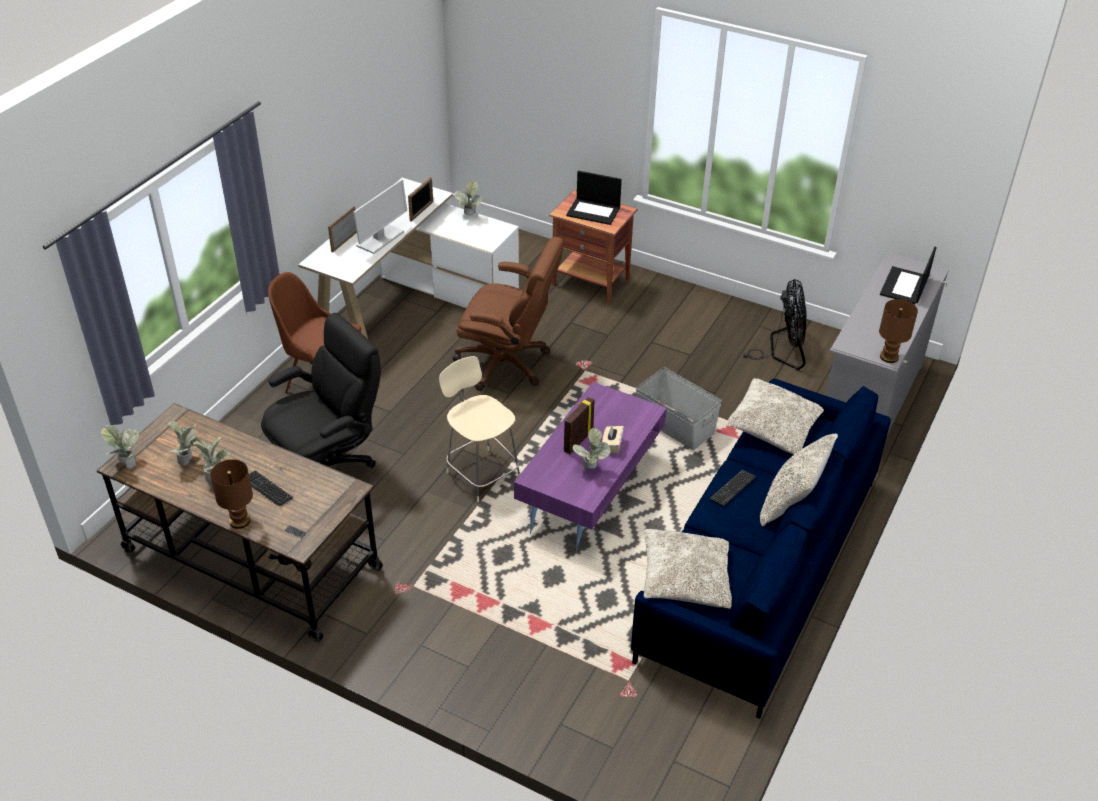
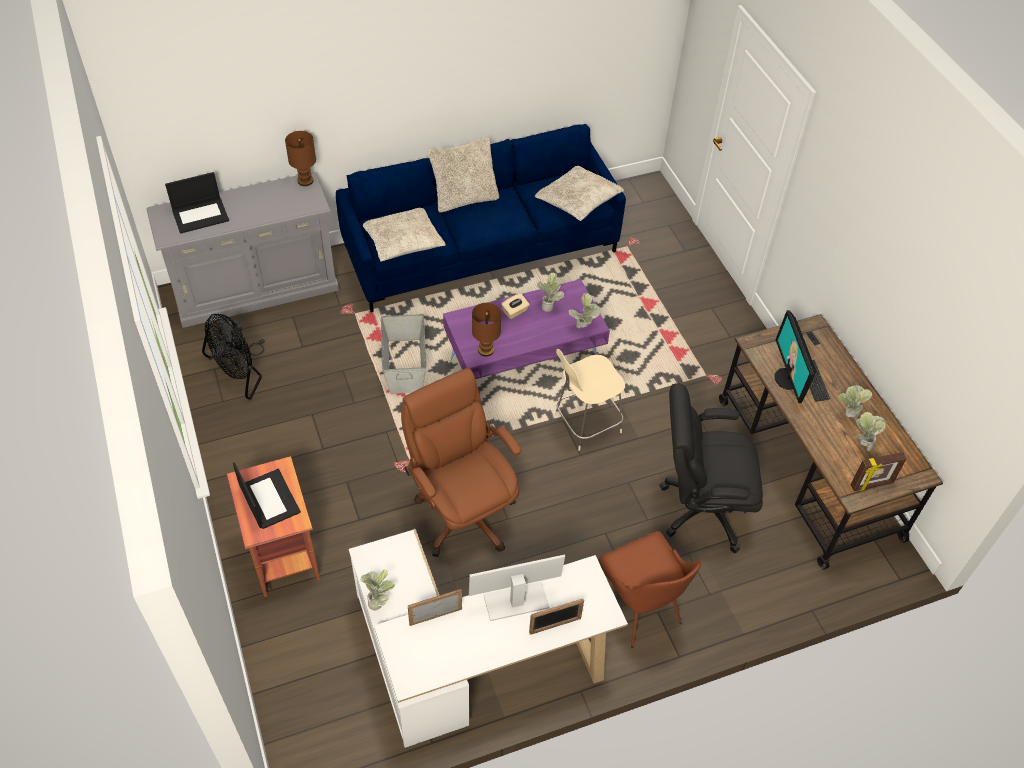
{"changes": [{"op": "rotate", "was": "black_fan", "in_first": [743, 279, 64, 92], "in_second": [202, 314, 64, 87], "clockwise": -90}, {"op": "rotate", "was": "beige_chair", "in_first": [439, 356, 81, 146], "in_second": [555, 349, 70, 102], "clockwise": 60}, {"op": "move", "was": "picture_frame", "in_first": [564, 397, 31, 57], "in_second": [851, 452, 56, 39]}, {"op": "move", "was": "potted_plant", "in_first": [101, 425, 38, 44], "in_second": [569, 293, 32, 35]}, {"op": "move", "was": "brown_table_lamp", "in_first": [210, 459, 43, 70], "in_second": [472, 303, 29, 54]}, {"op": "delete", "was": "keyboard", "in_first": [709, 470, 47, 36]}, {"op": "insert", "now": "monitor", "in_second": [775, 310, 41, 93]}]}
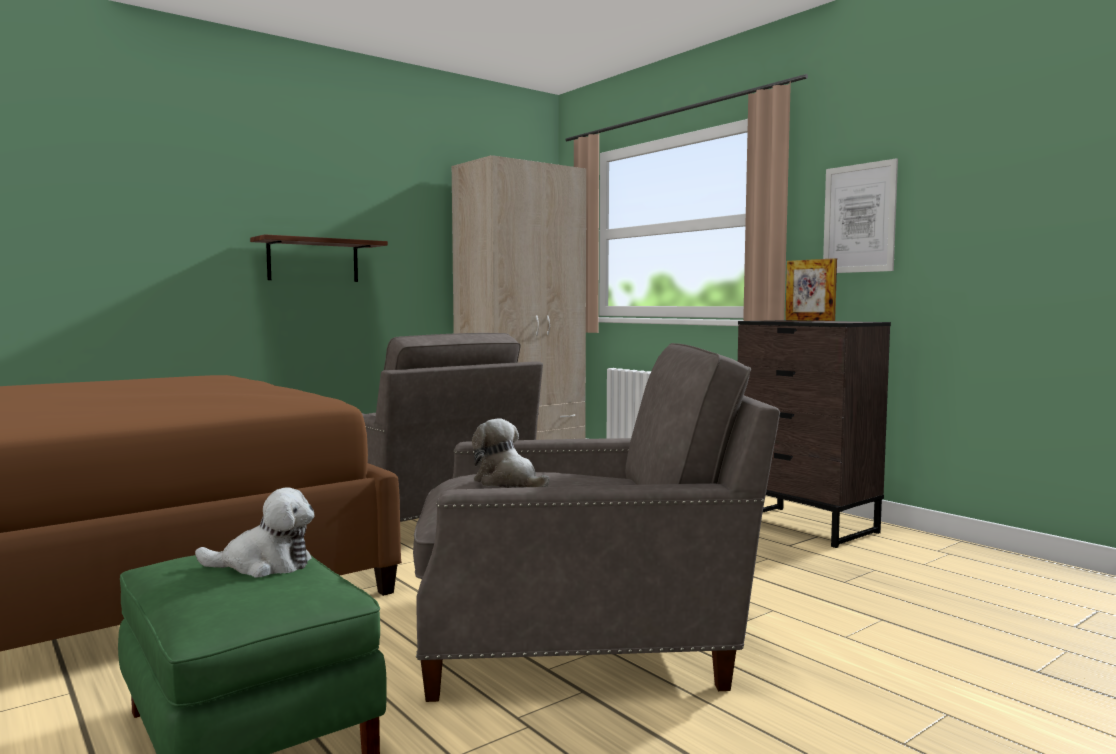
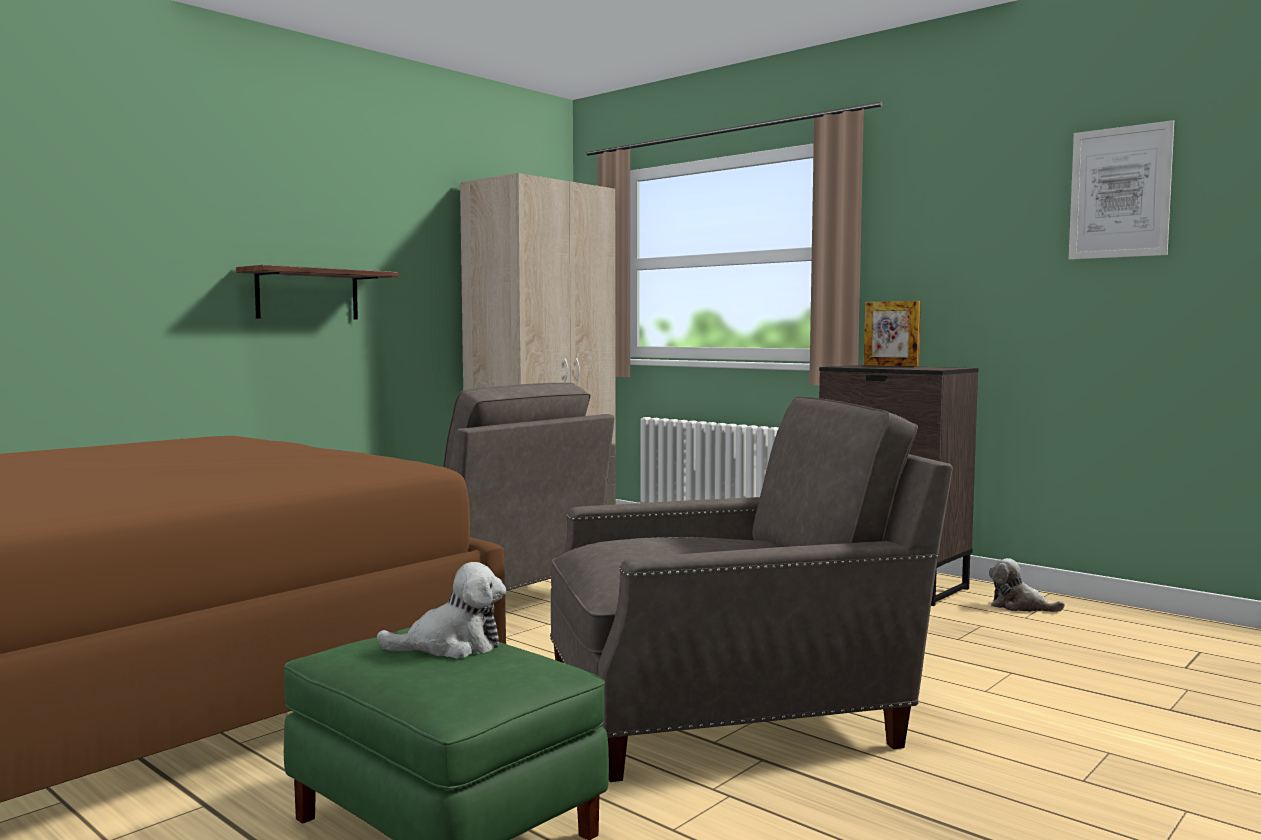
{"changes": [{"op": "move", "was": "picture", "in_first": [823, 158, 75, 115], "in_second": [1069, 120, 105, 140]}, {"op": "move", "was": "plush_toy", "in_first": [472, 418, 77, 70], "in_second": [989, 558, 76, 54]}]}
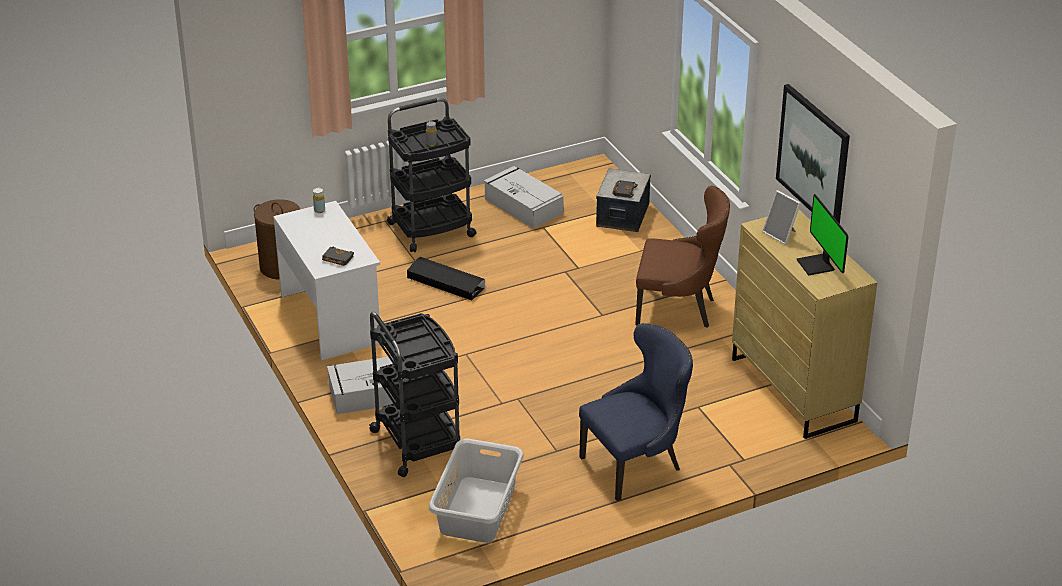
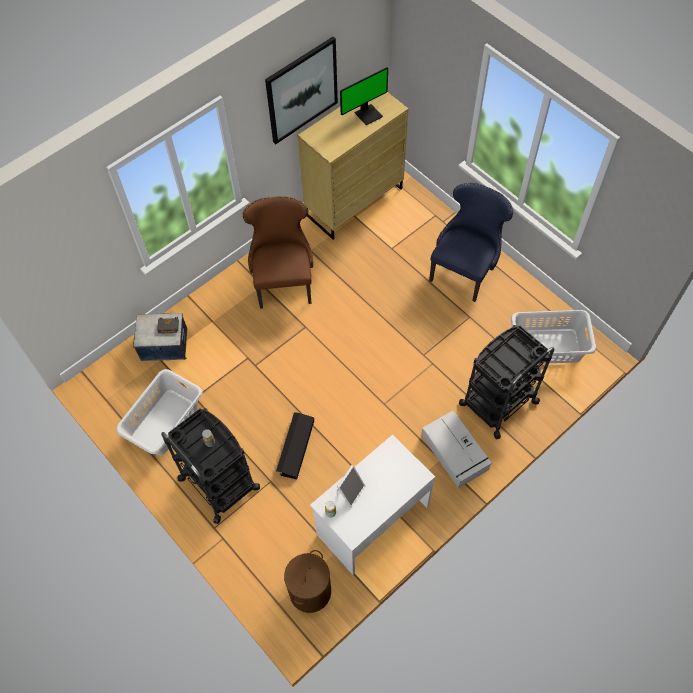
{"changes": [{"op": "replace", "was": "grey_storage_box", "now": "grey_laundry_basket", "in_first": [484, 166, 80, 63], "in_second": [116, 369, 87, 86]}, {"op": "move", "was": "picture_frame", "in_first": [762, 190, 39, 55], "in_second": [337, 465, 28, 42]}, {"op": "delete", "was": "black_book", "in_first": [322, 246, 32, 20]}, {"op": "rotate", "was": "blue_chair", "in_first": [579, 323, 114, 178], "in_second": [429, 183, 84, 119], "clockwise": 75}]}
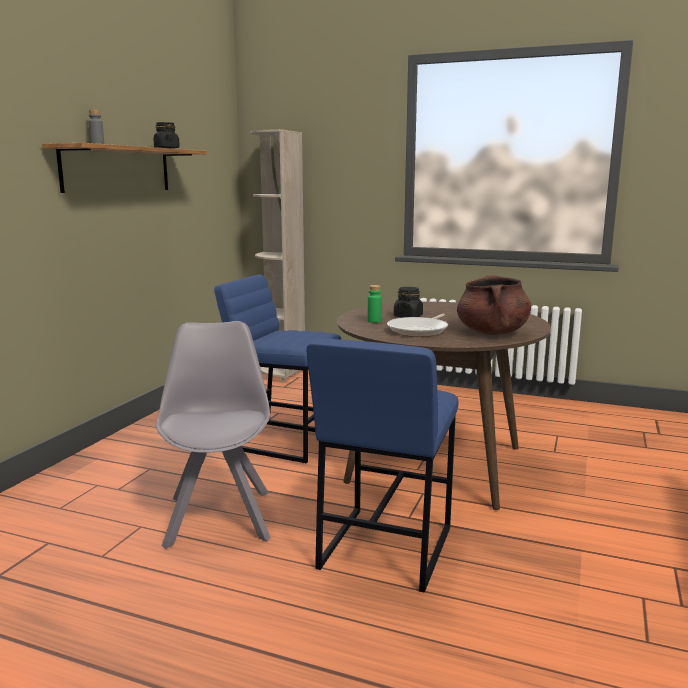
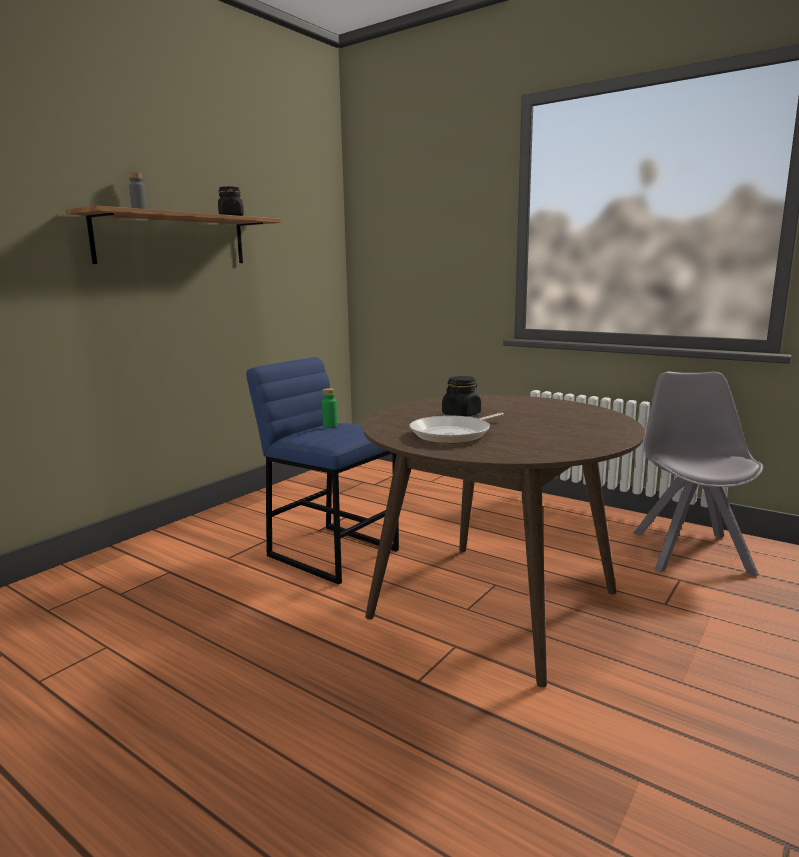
{"changes": [{"op": "delete", "was": "beige_bookcase", "in_first": [251, 129, 54, 253]}, {"op": "delete", "was": "brown_cooking_pot", "in_first": [457, 275, 74, 60]}, {"op": "move", "was": "green_bottle", "in_first": [368, 285, 14, 38], "in_second": [322, 388, 16, 40]}, {"op": "move", "was": "grey_chair", "in_first": [156, 321, 115, 228], "in_second": [633, 371, 130, 205]}, {"op": "delete", "was": "blue_stool", "in_first": [307, 338, 152, 255]}]}
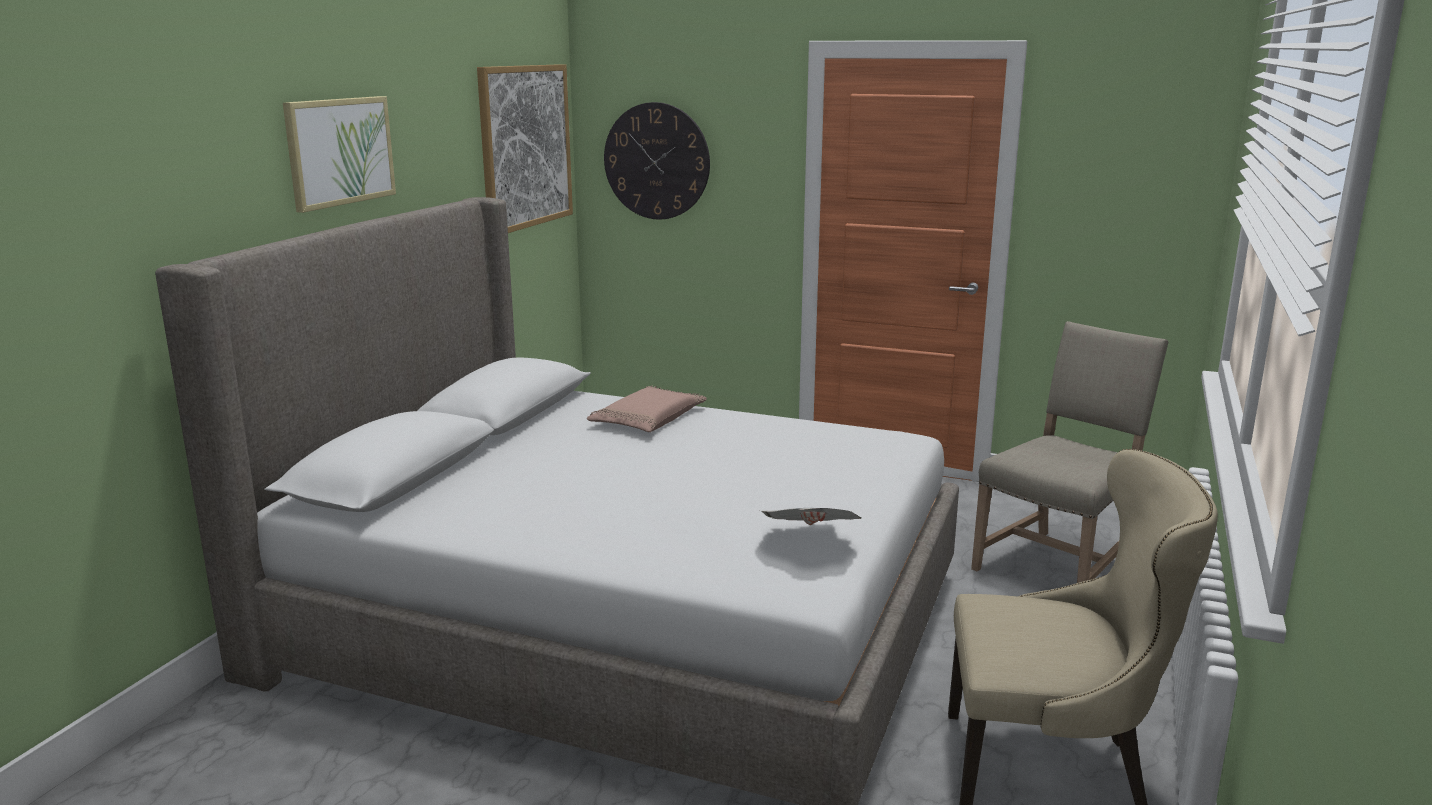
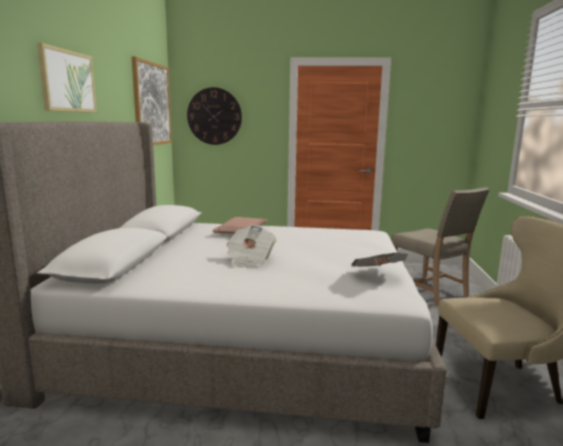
{"changes": [{"op": "rotate", "was": "beige_chair", "in_first": [971, 321, 198, 262], "in_second": [391, 187, 99, 119], "clockwise": 120}, {"op": "insert", "now": "newspaper", "in_second": [226, 225, 50, 43]}]}
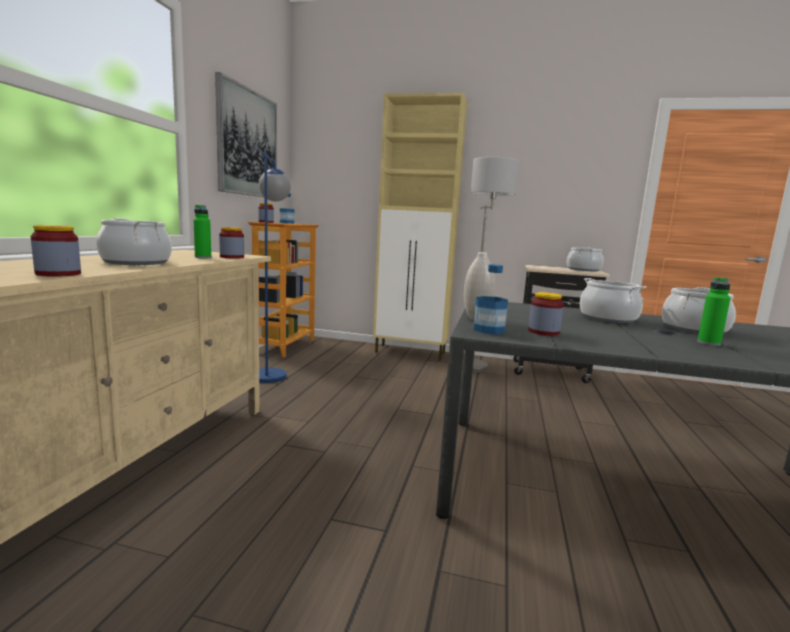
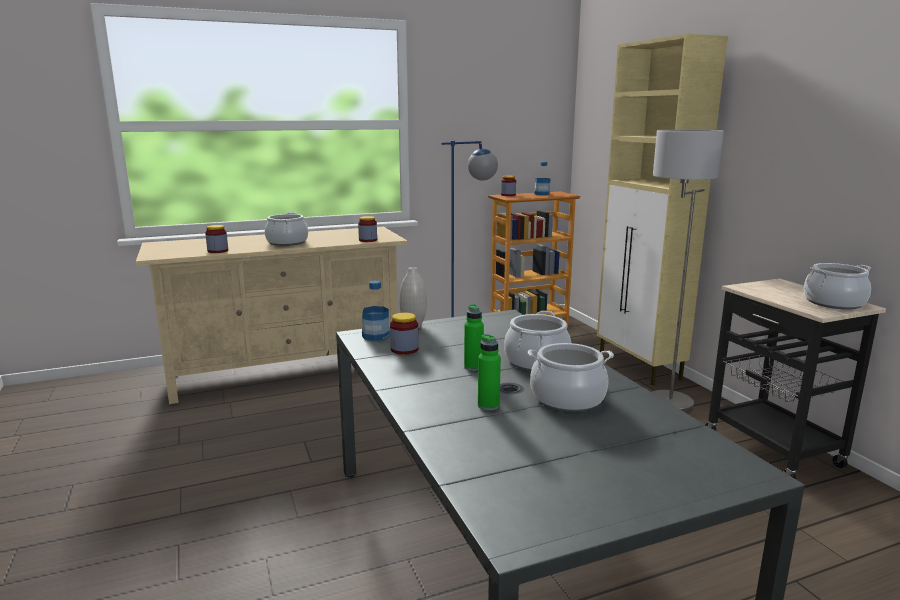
{"changes": [{"op": "delete", "was": "picture", "in_first": [215, 72, 62, 125]}, {"op": "move", "was": "green_bottle", "in_first": [194, 205, 17, 53], "in_second": [464, 304, 20, 67]}]}
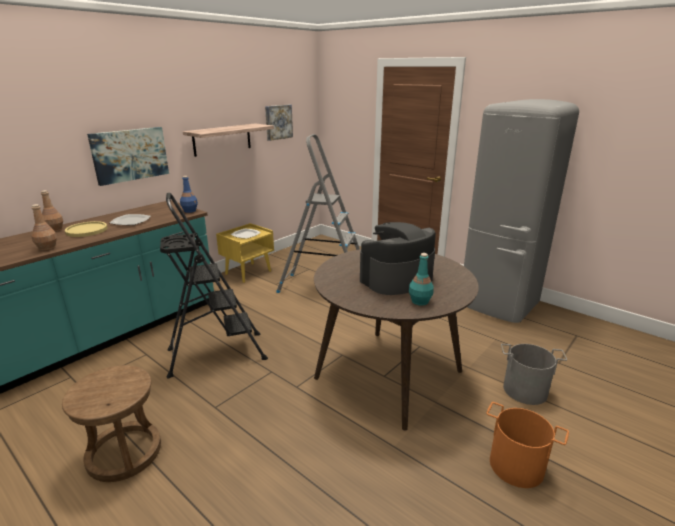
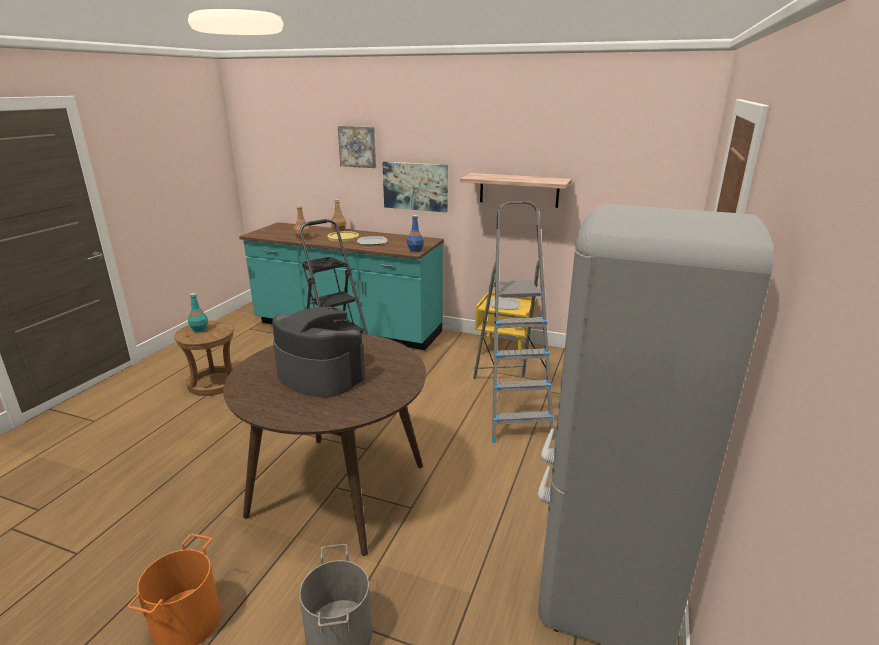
{"changes": [{"op": "move", "was": "picture", "in_first": [265, 105, 28, 36], "in_second": [338, 126, 38, 42]}, {"op": "move", "was": "turquoise_bottle", "in_first": [409, 253, 25, 52], "in_second": [188, 293, 20, 40]}]}
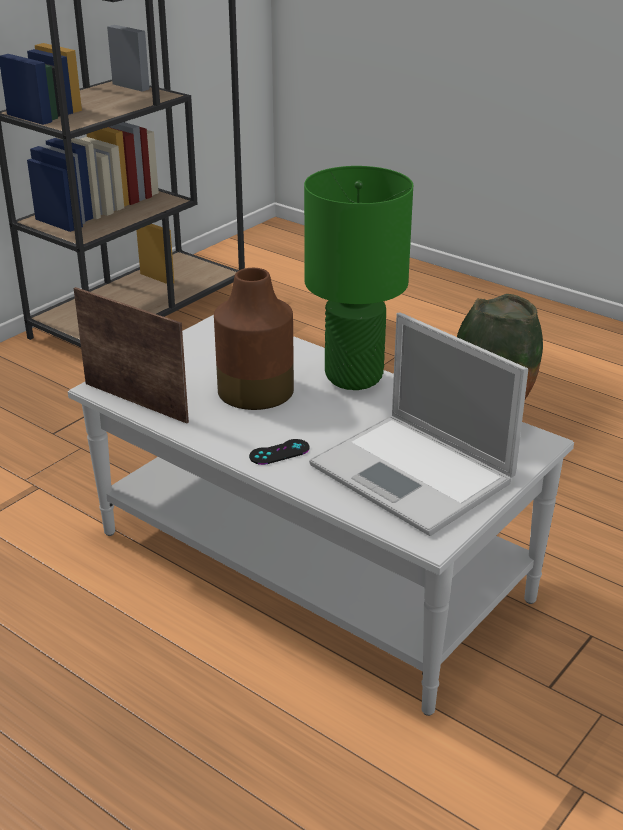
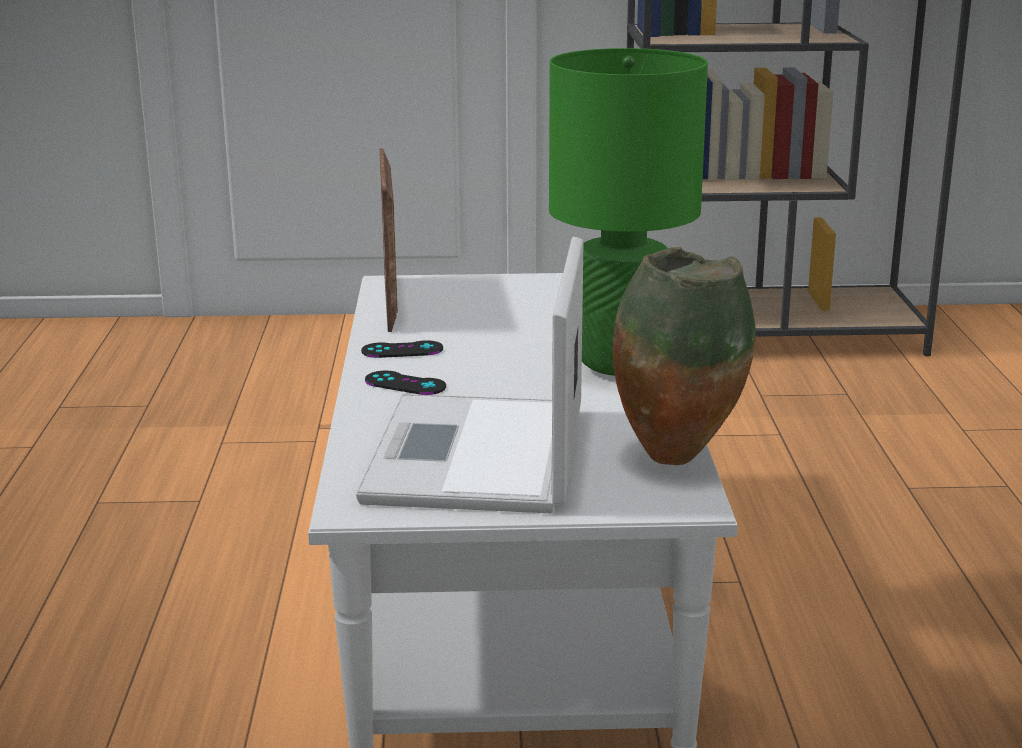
{"changes": [{"op": "delete", "was": "brown_vase", "in_first": [214, 268, 80, 142]}, {"op": "insert", "now": "black_game_controller", "in_second": [361, 340, 82, 18]}]}
